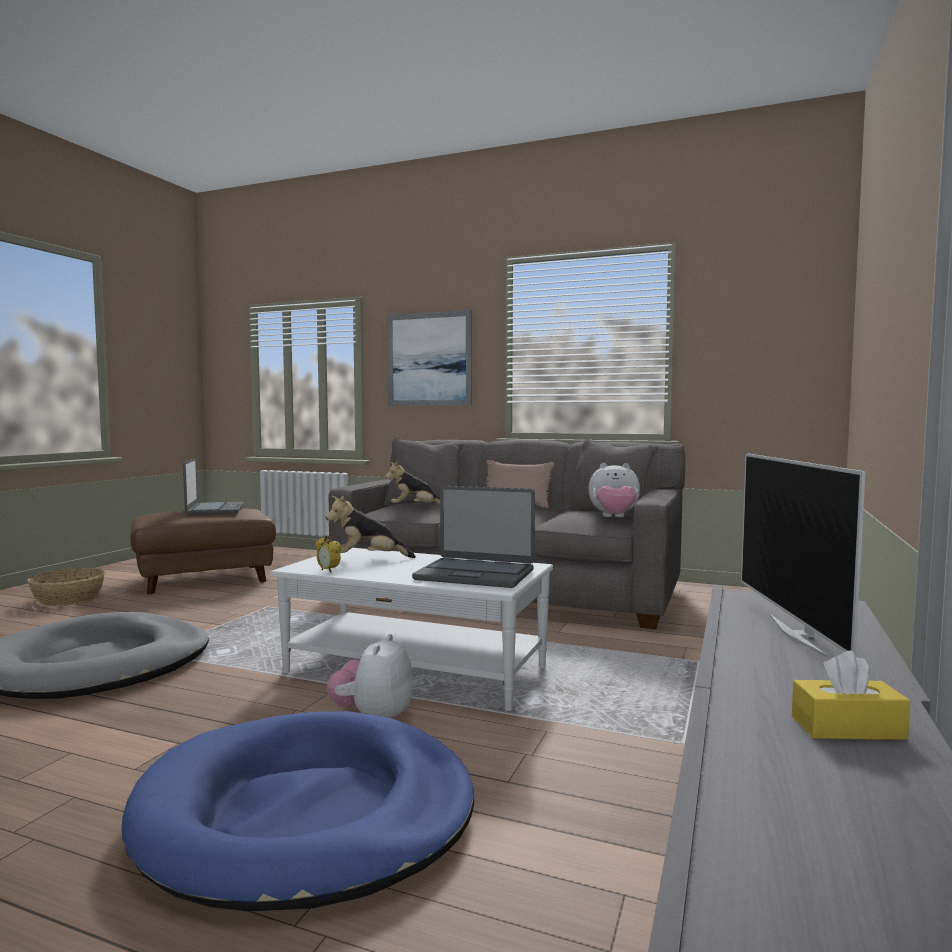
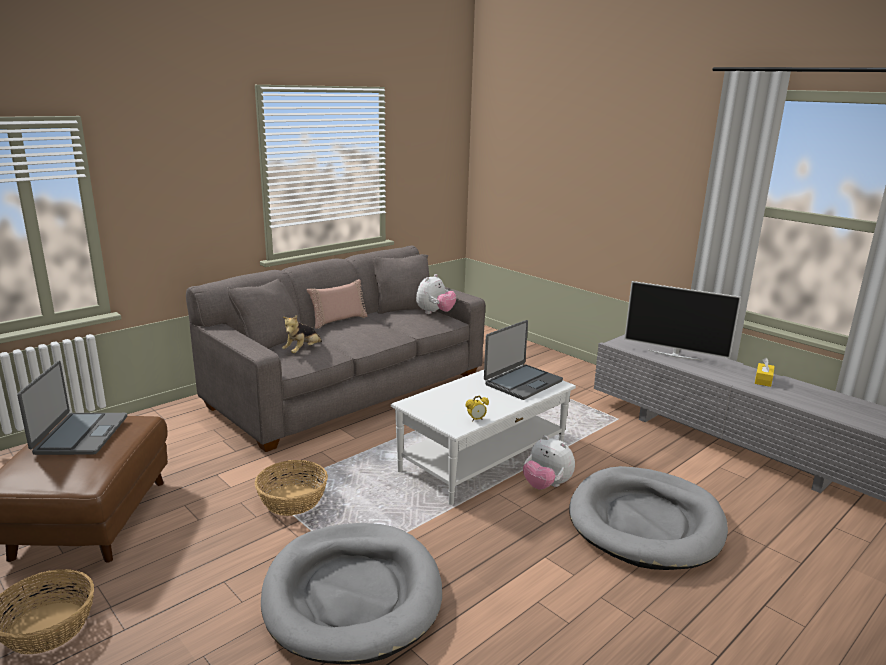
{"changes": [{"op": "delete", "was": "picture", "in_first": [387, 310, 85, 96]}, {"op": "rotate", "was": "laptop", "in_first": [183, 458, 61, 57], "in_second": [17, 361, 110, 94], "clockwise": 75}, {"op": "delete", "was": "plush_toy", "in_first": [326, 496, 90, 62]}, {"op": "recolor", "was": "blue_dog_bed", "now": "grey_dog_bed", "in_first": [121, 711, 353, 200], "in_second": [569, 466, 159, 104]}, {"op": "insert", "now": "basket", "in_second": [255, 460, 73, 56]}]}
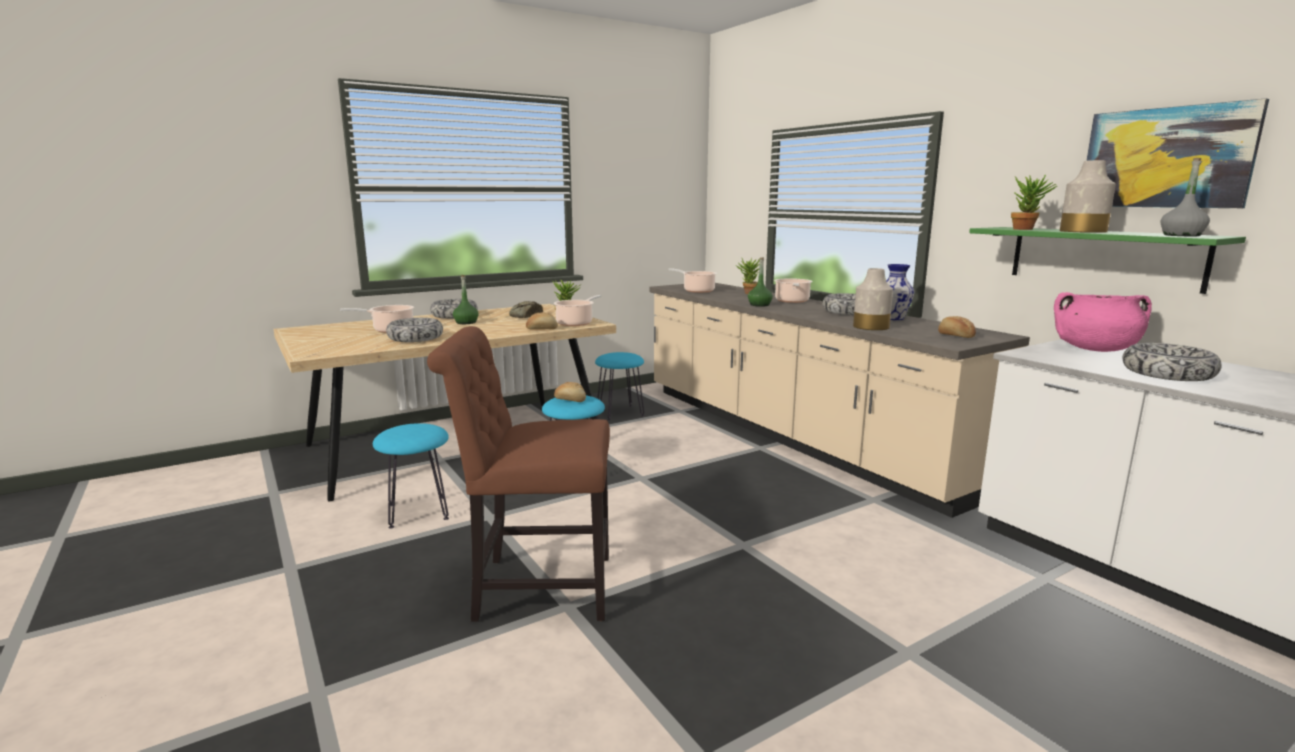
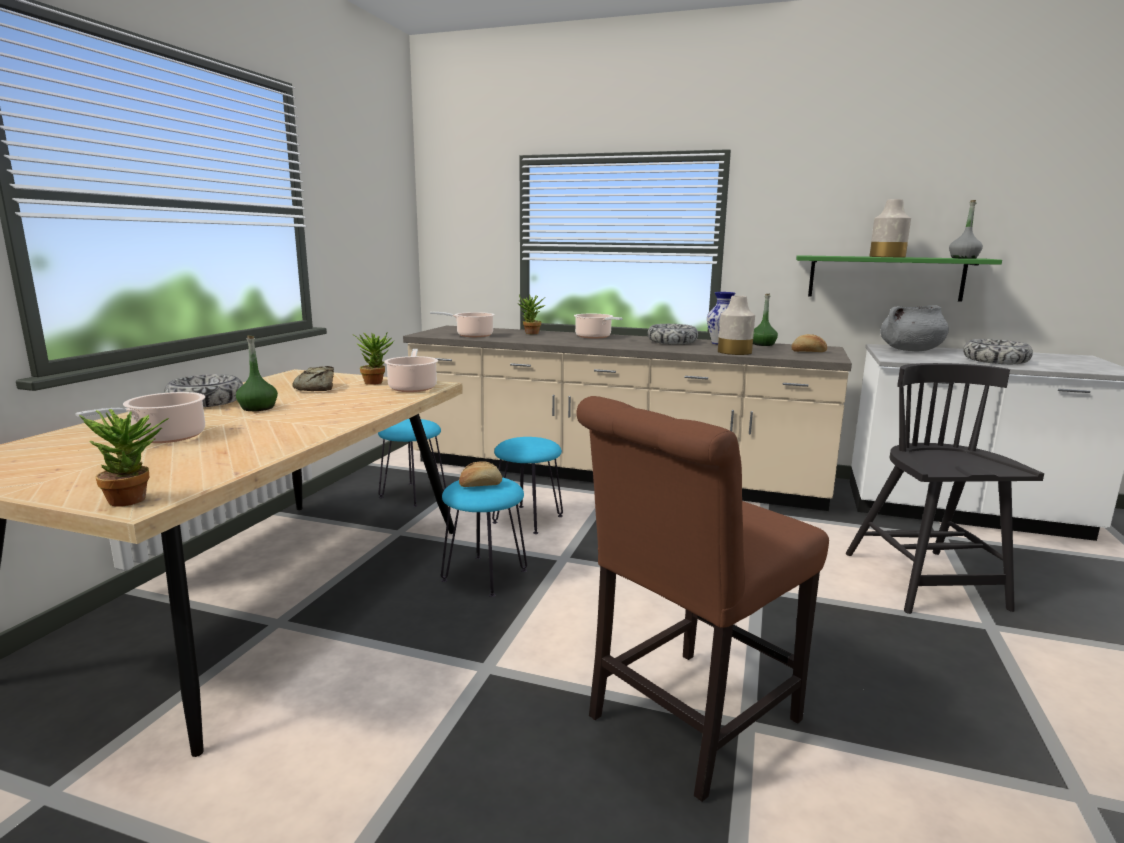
{"changes": [{"op": "delete", "was": "picture", "in_first": [1086, 98, 183, 110]}, {"op": "move", "was": "potted_plant", "in_first": [1011, 175, 46, 55], "in_second": [79, 409, 90, 98]}, {"op": "move", "was": "green_bottle", "in_first": [748, 258, 25, 49], "in_second": [753, 294, 25, 52]}, {"op": "recolor", "was": "pink_cooking_pot", "now": "grey_cooking_pot", "in_first": [1054, 292, 98, 60], "in_second": [880, 305, 69, 46]}, {"op": "delete", "was": "bread", "in_first": [526, 313, 32, 16]}, {"op": "delete", "was": "bowl", "in_first": [386, 318, 57, 24]}, {"op": "move", "was": "turquoise_stool", "in_first": [373, 423, 76, 106], "in_second": [492, 437, 71, 97]}, {"op": "insert", "now": "black_chair", "in_second": [846, 363, 198, 251]}]}
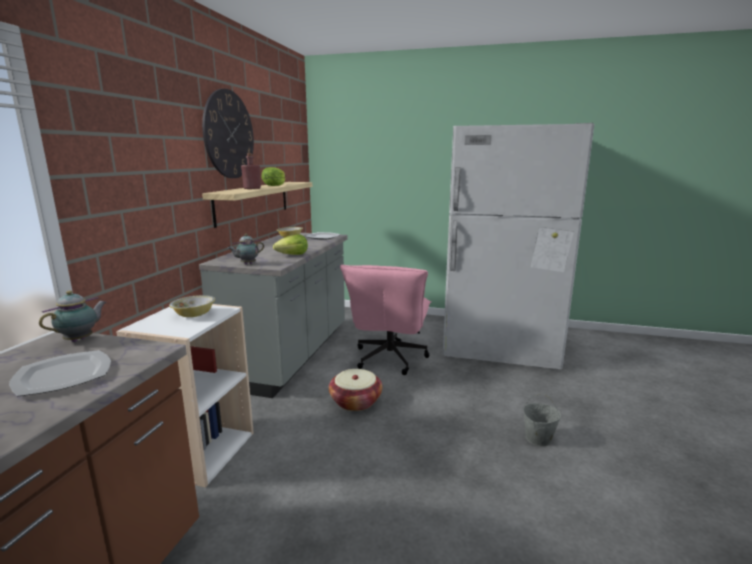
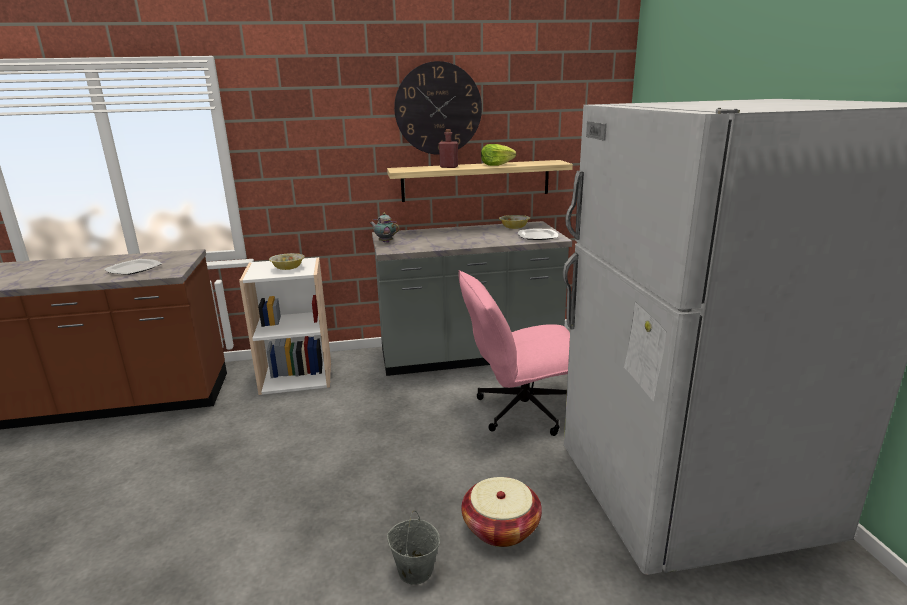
{"changes": [{"op": "delete", "was": "lettuce", "in_first": [273, 234, 35, 21]}, {"op": "delete", "was": "teapot", "in_first": [39, 290, 68, 52]}, {"op": "move", "was": "basket", "in_first": [329, 369, 53, 42], "in_second": [461, 477, 81, 70]}]}
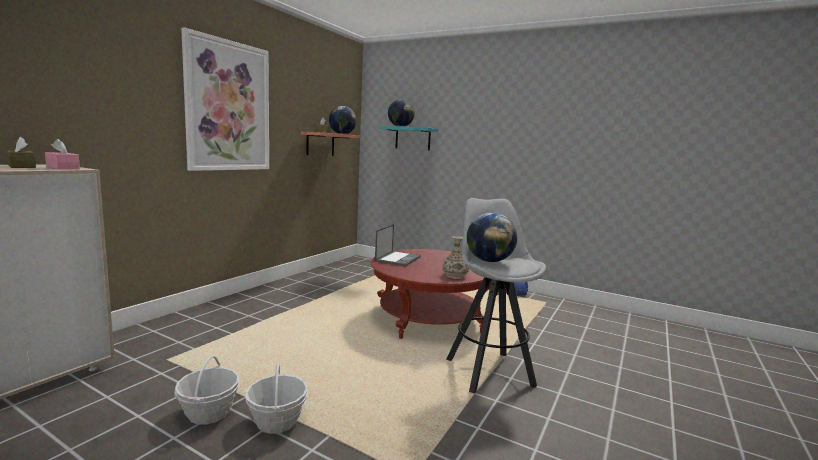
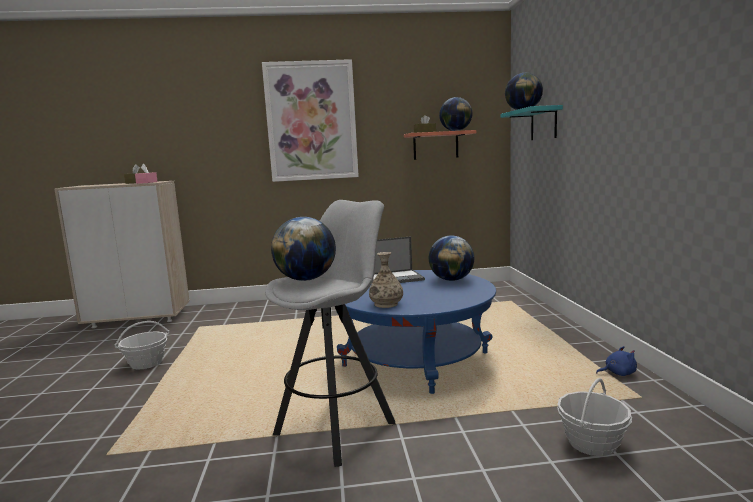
{"changes": [{"op": "recolor", "was": "red_coffee_table", "now": "blue_coffee_table", "in_first": [371, 249, 120, 90], "in_second": [337, 270, 159, 124]}, {"op": "move", "was": "basket", "in_first": [245, 362, 63, 72], "in_second": [557, 378, 75, 78]}, {"op": "insert", "now": "globe", "in_second": [429, 235, 45, 46]}]}
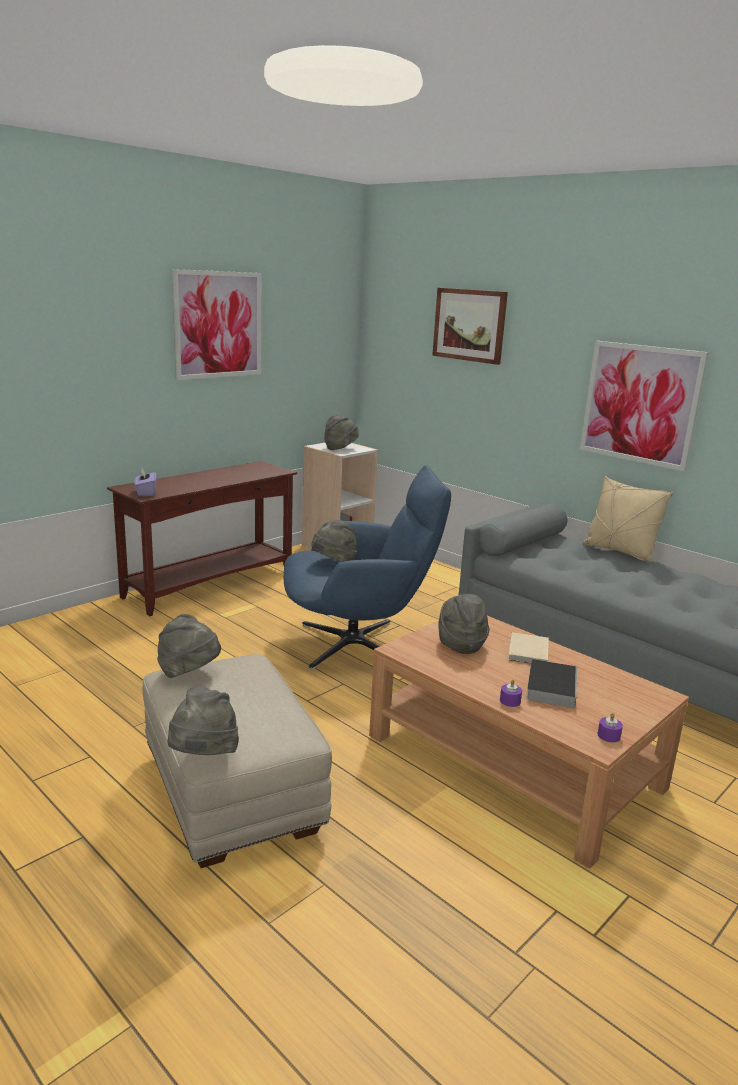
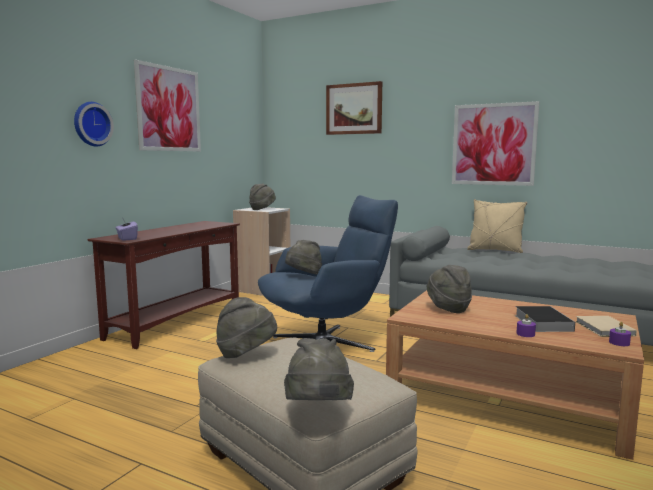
{"changes": [{"op": "move", "was": "beige_book", "in_first": [508, 632, 41, 31], "in_second": [576, 316, 61, 21]}, {"op": "insert", "now": "wall_clock", "in_second": [74, 102, 40, 45]}]}
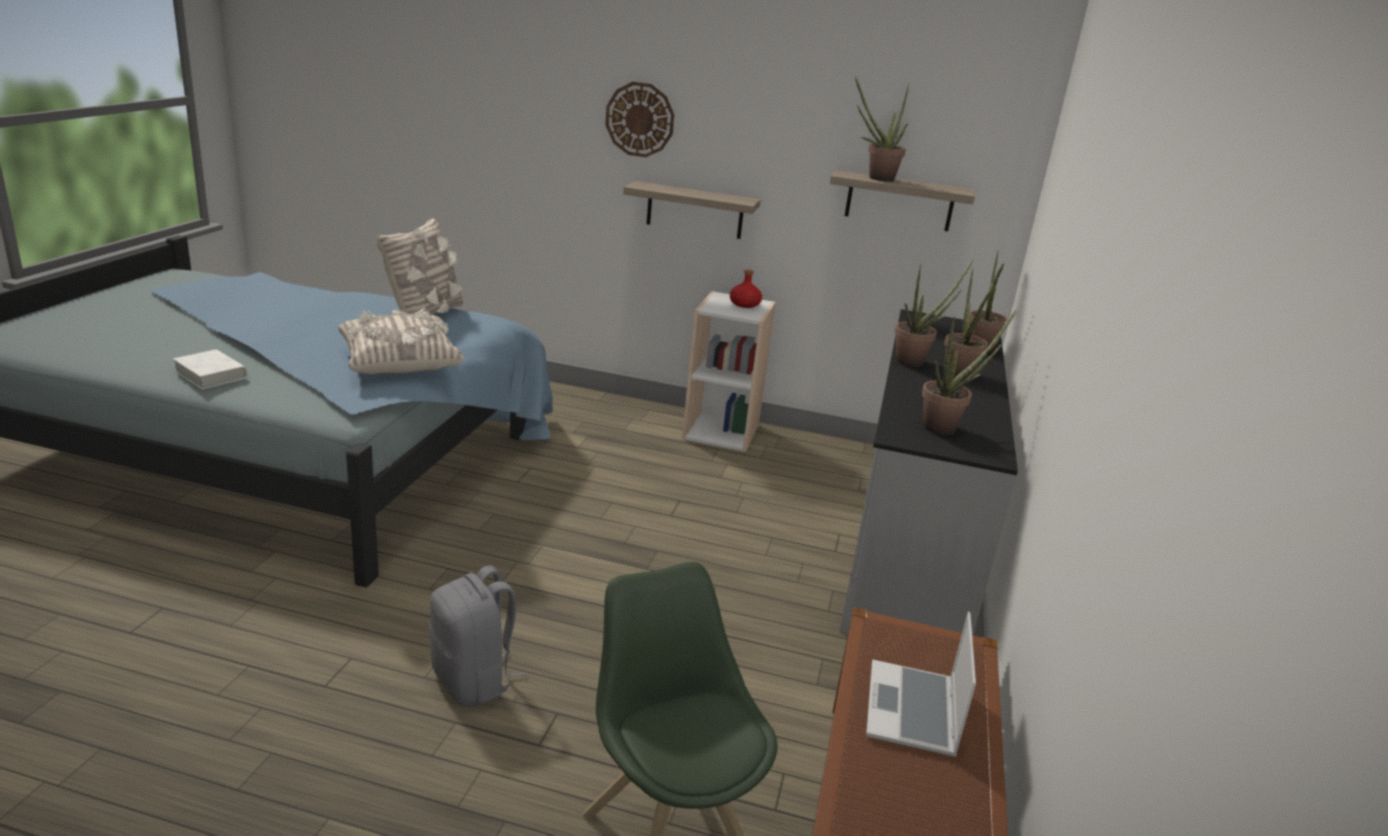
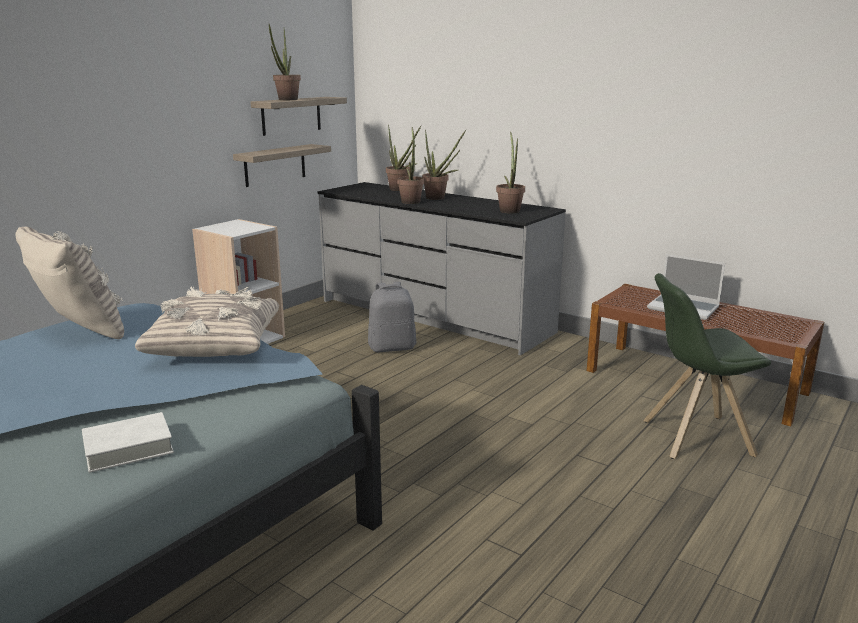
{"changes": [{"op": "delete", "was": "wall_clock", "in_first": [605, 82, 69, 75]}, {"op": "move", "was": "shelf", "in_first": [623, 181, 138, 58], "in_second": [233, 144, 98, 43]}, {"op": "delete", "was": "red_bottle", "in_first": [730, 270, 32, 38]}, {"op": "move", "was": "grey_backpack", "in_first": [429, 566, 98, 140], "in_second": [368, 282, 48, 70]}]}
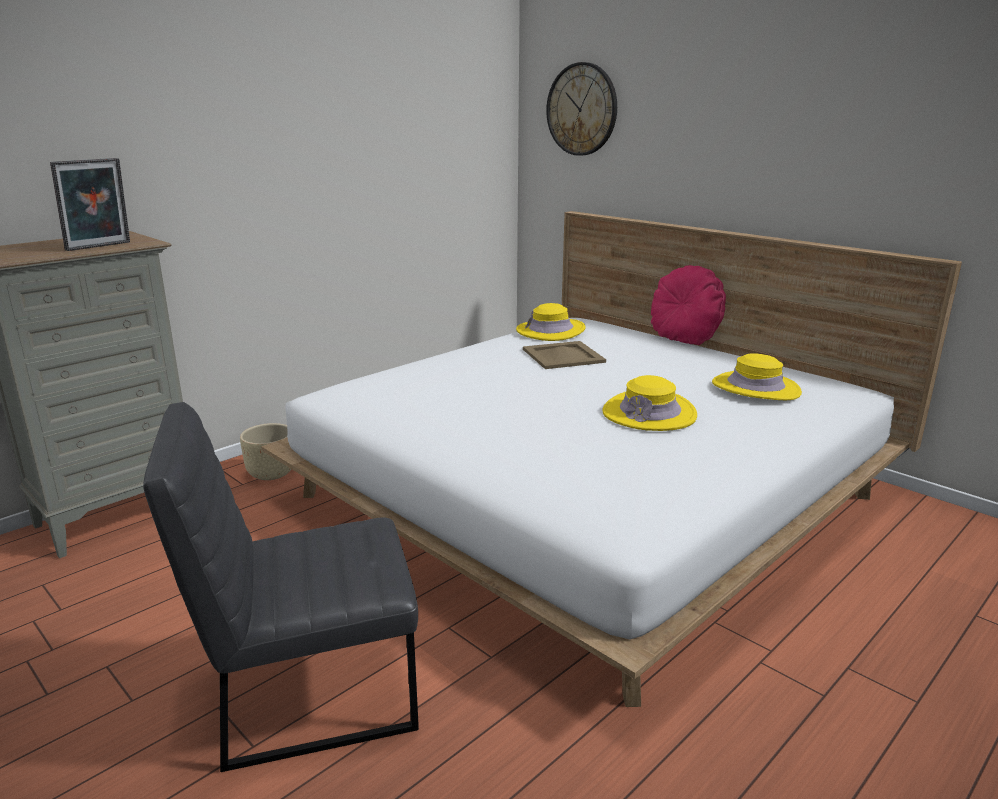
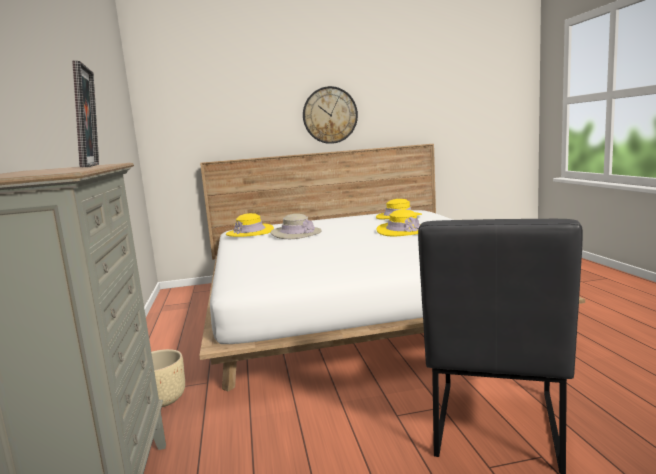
{"changes": [{"op": "move", "was": "wall_clock", "in_first": [546, 62, 71, 94], "in_second": [303, 86, 55, 58]}, {"op": "delete", "was": "pink_pillow", "in_first": [651, 265, 75, 80]}, {"op": "replace", "was": "beige_tray", "now": "beige_hat", "in_first": [523, 341, 83, 28], "in_second": [271, 214, 50, 25]}]}
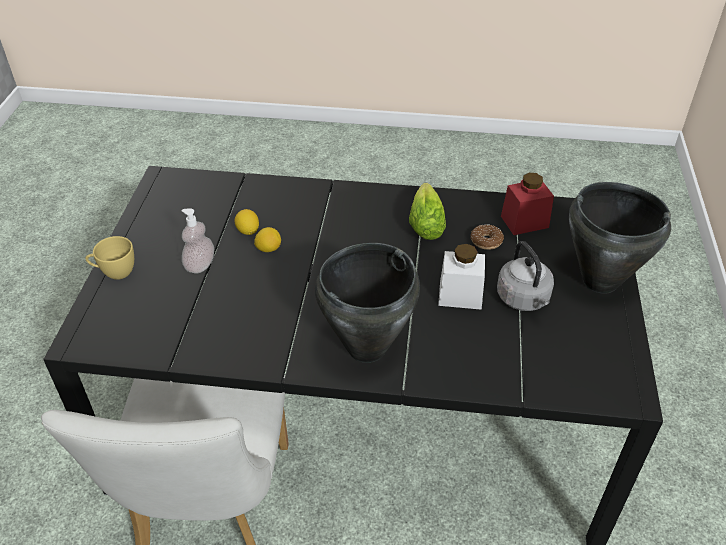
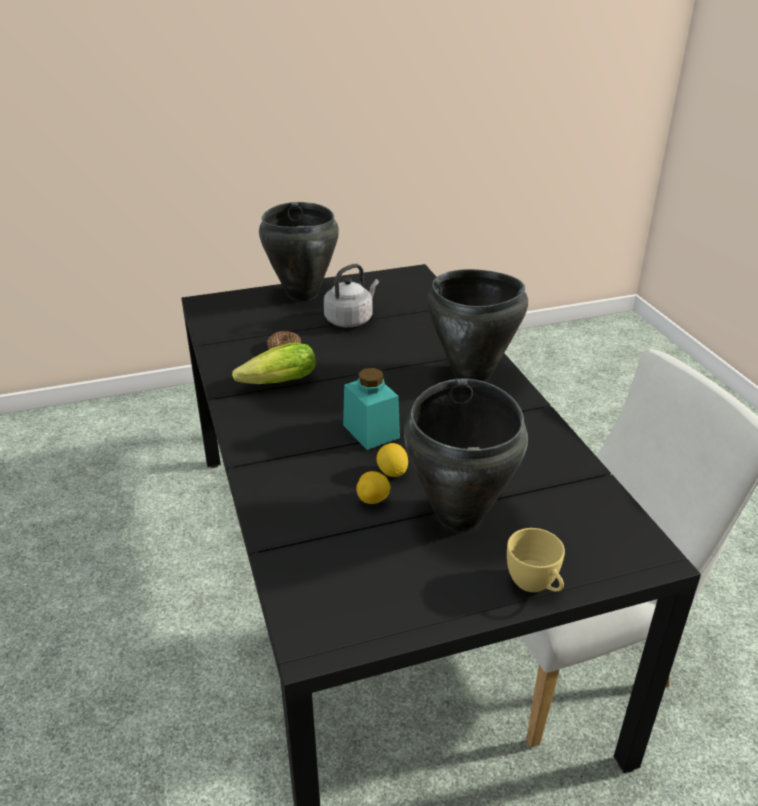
{"changes": [{"op": "delete", "was": "red_jar", "in_first": [501, 173, 53, 62]}, {"op": "replace", "was": "soap_dispenser", "now": "black_cooking_pot", "in_first": [181, 208, 33, 66], "in_second": [404, 379, 124, 152]}, {"op": "delete", "was": "white_jar", "in_first": [438, 244, 47, 66]}, {"op": "insert", "now": "turquoise_jar", "in_second": [343, 368, 57, 82]}]}
